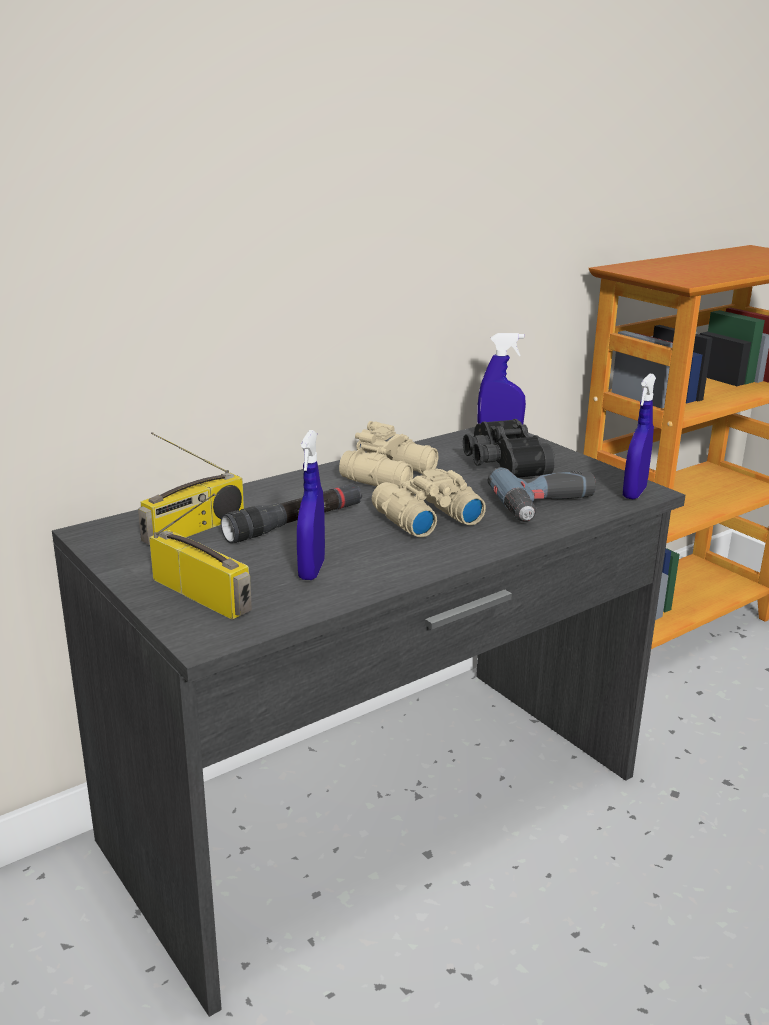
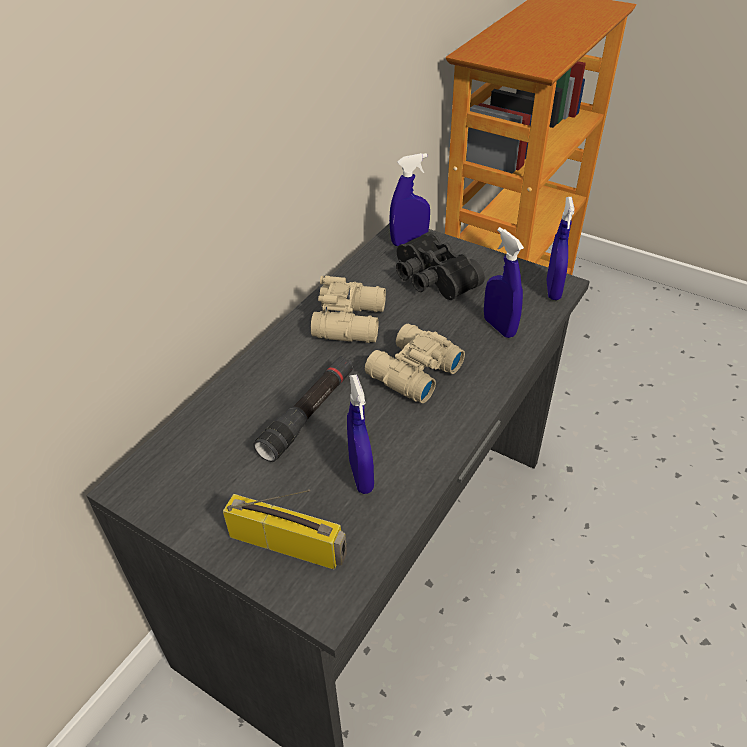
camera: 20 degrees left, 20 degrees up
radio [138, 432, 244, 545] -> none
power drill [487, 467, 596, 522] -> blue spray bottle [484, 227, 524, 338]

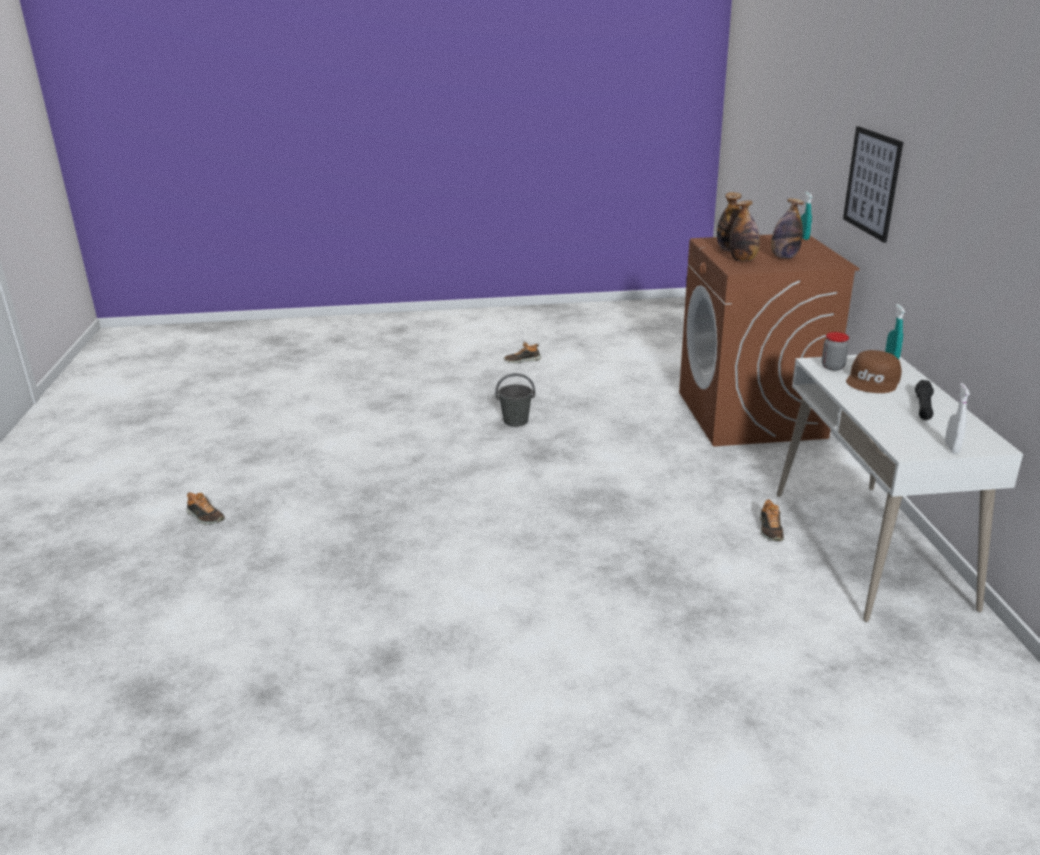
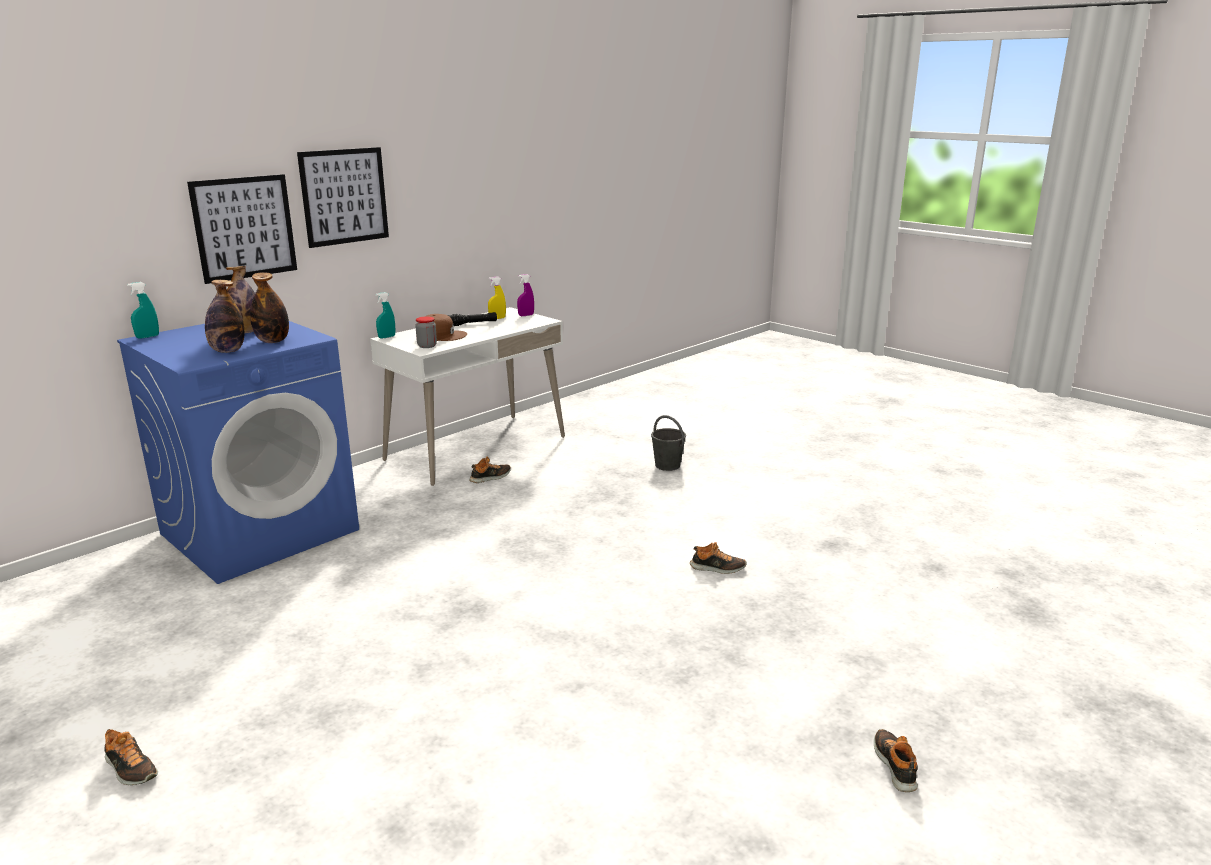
camera: 130 degrees left, 5 degrees down
none -> picture [297, 147, 389, 248]
none -> yellow spray bottle [488, 277, 506, 319]
none -> shoe [690, 542, 747, 574]
grey bucket [495, 373, 535, 427] -> grey bucket [651, 415, 686, 471], moved
brown washing machine [679, 234, 860, 446] -> blue washing machine [117, 321, 359, 584]
white spray bottle [945, 383, 970, 453] -> purple spray bottle [517, 274, 534, 316]

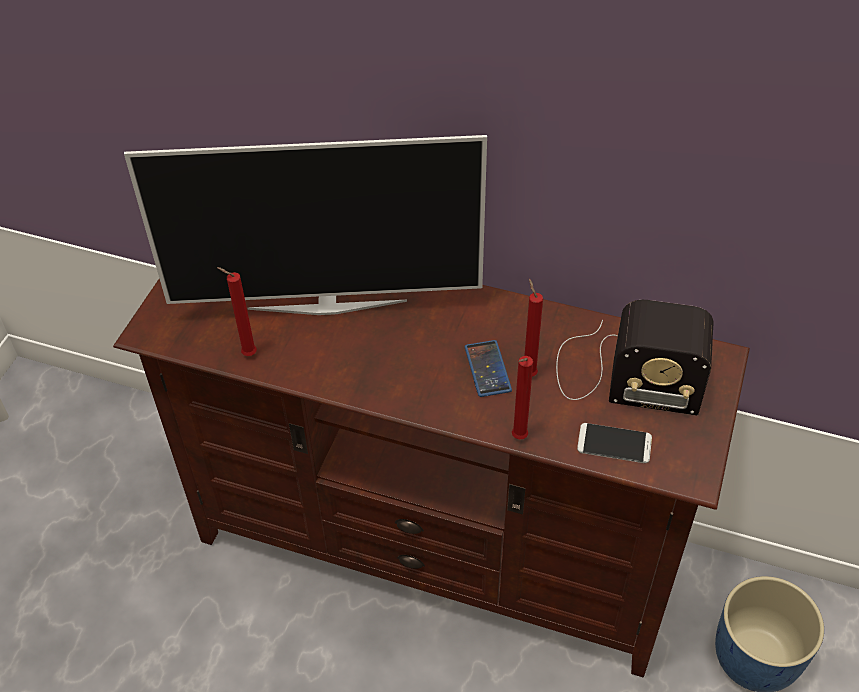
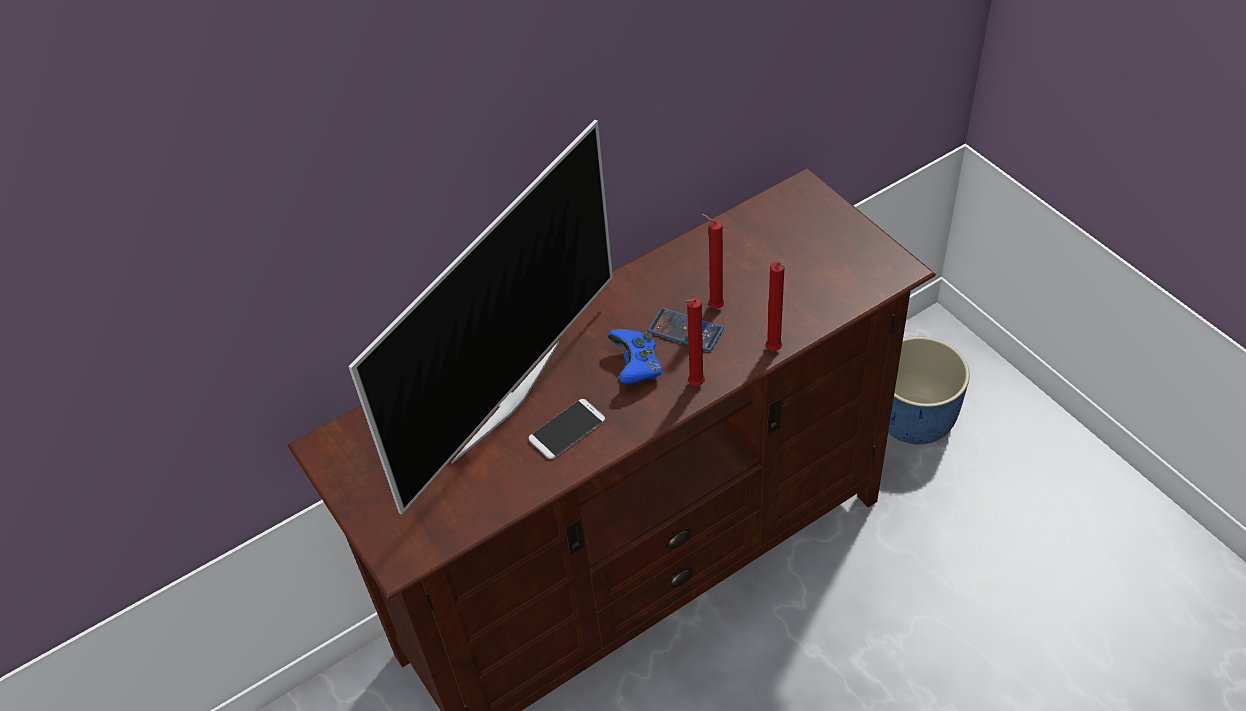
camera: 50 degrees left, 0 degrees up
radio [556, 300, 714, 415] -> none
none -> blue game controller [607, 329, 663, 384]
red candle [217, 267, 257, 356] -> red candle [685, 297, 705, 386], moved
phone [577, 423, 652, 463] -> phone [529, 399, 605, 459], moved

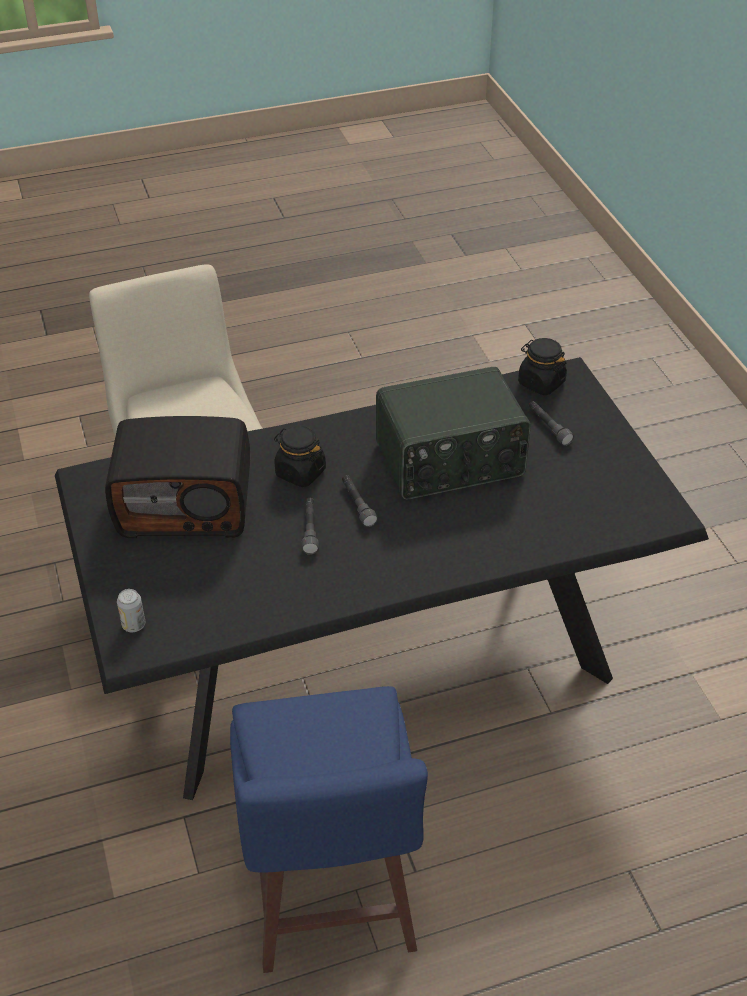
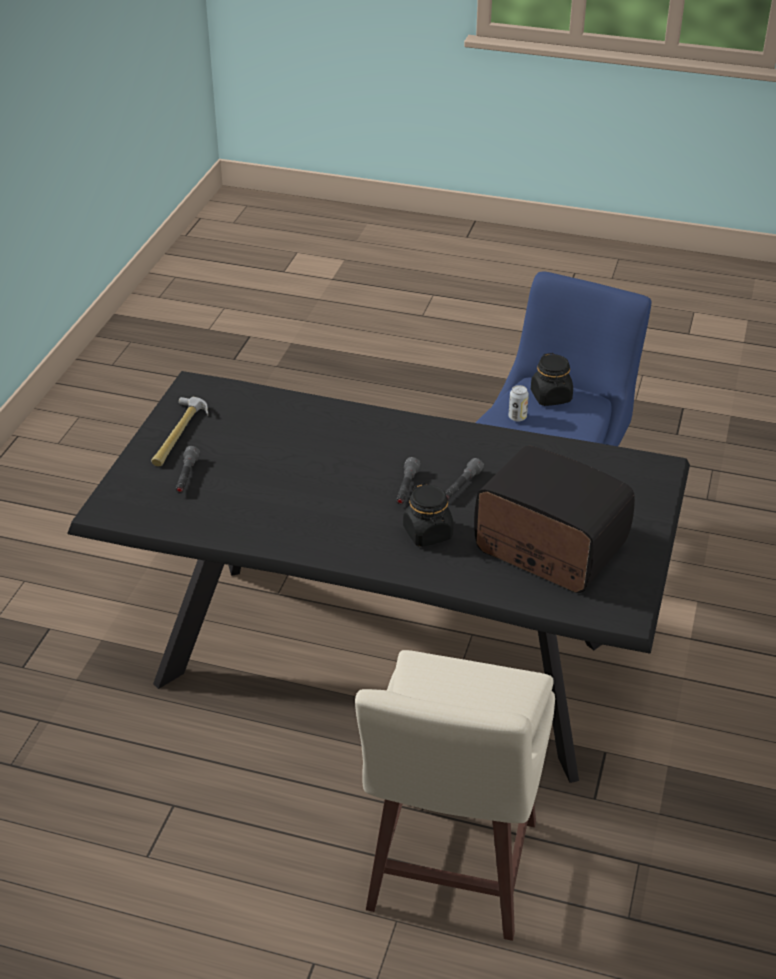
camera: 145 degrees left, 5 degrees down
radio [376, 367, 531, 499] -> none
none -> hammer [151, 397, 208, 466]
can [117, 589, 145, 632] -> can [509, 385, 529, 422], moved
black jar [518, 338, 567, 395] -> black jar [531, 353, 573, 406], moved

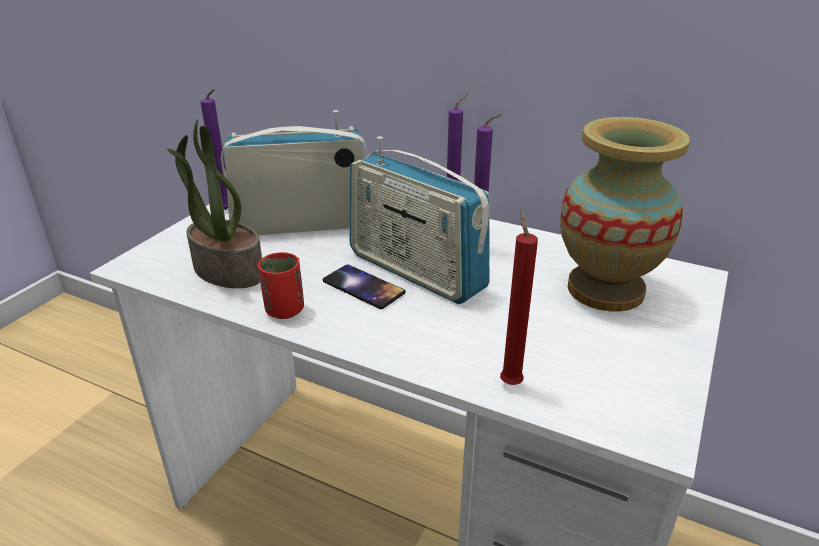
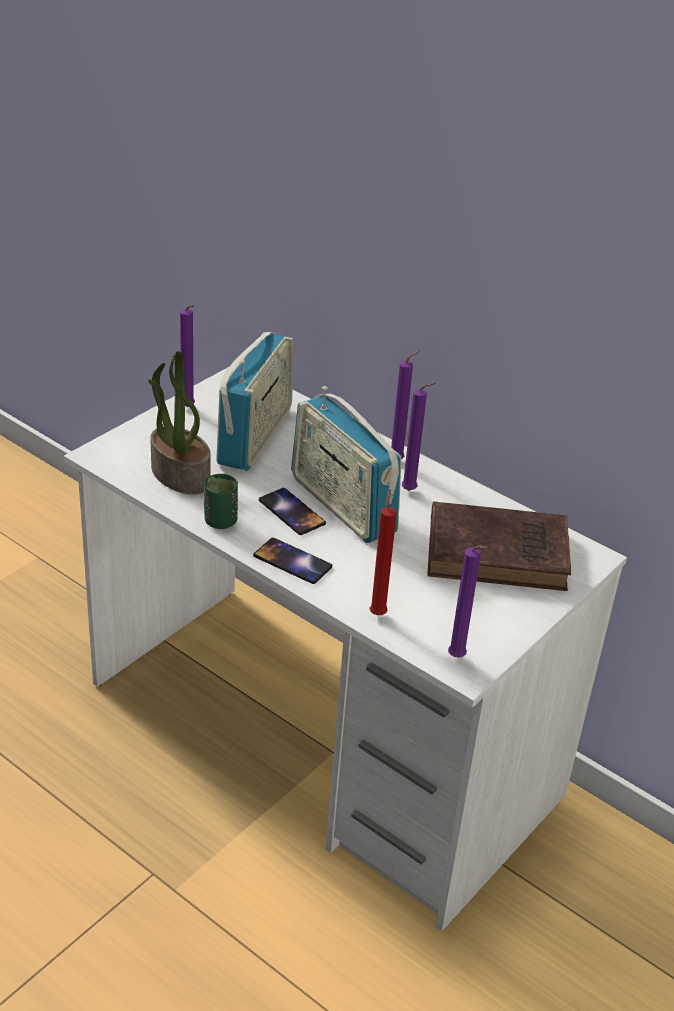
camera: 10 degrees right, 5 degrees up
none -> phone [253, 538, 333, 584]
none -> purple candle [448, 545, 488, 657]
vase [560, 117, 690, 312] -> brown book [427, 501, 571, 591]
red cup [258, 252, 304, 319] -> green cup [204, 474, 238, 529]
radio [220, 110, 367, 235] -> radio [216, 332, 293, 471], 105 degrees clockwise

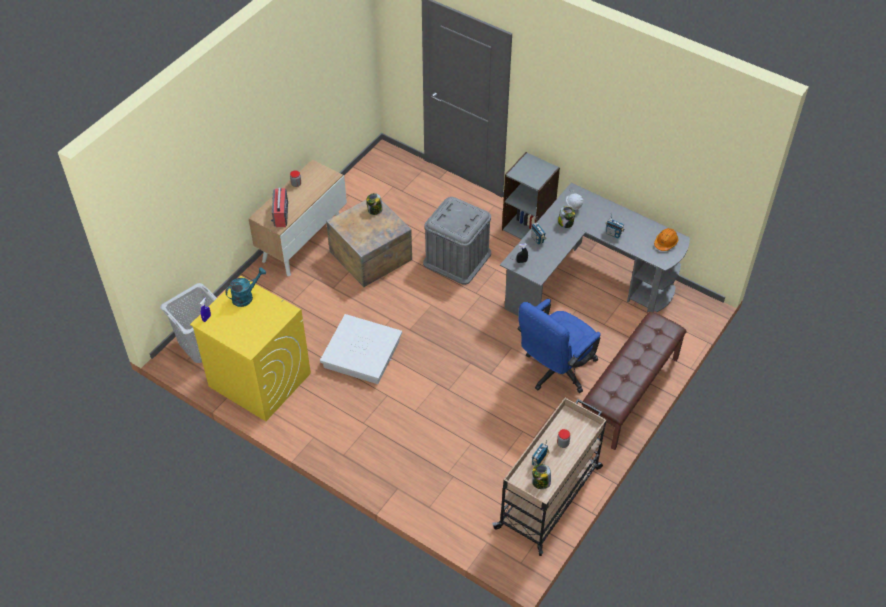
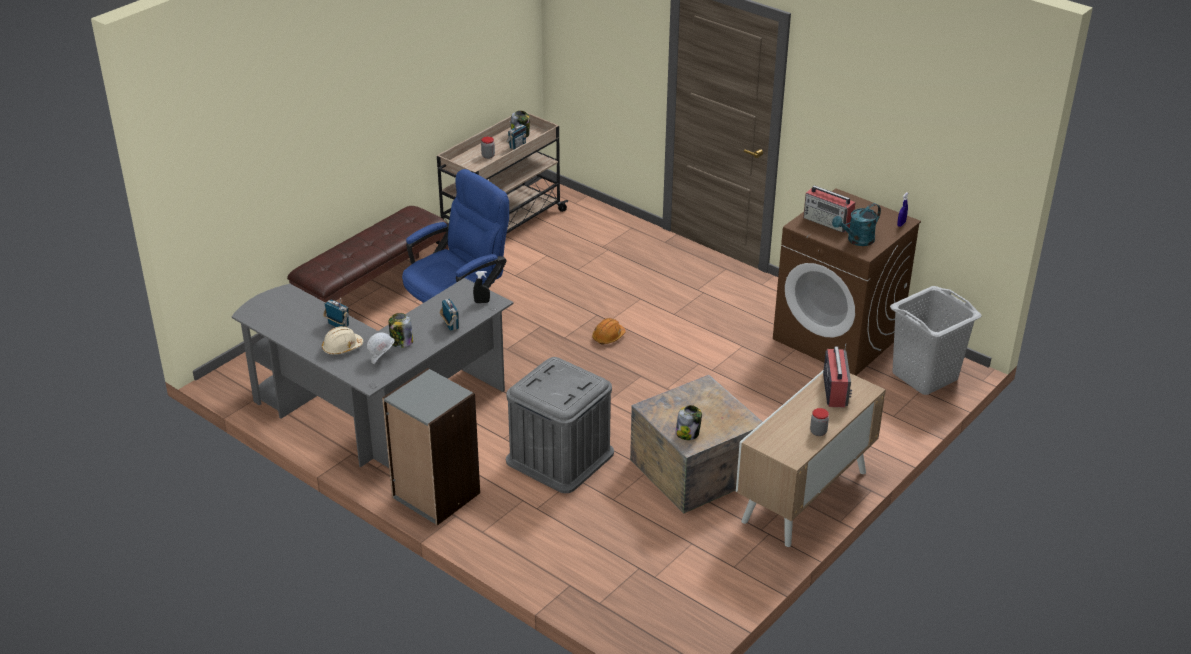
camera: 175 degrees left, 15 degrees down
white storage box [320, 314, 402, 384] -> none
none -> beige hard hat [322, 326, 363, 355]
none -> radio [803, 185, 856, 233]
orange hard hat [654, 228, 678, 251] -> orange hard hat [592, 318, 626, 345], moved
yellow washing machine [190, 276, 311, 421] -> brown washing machine [773, 188, 921, 376]

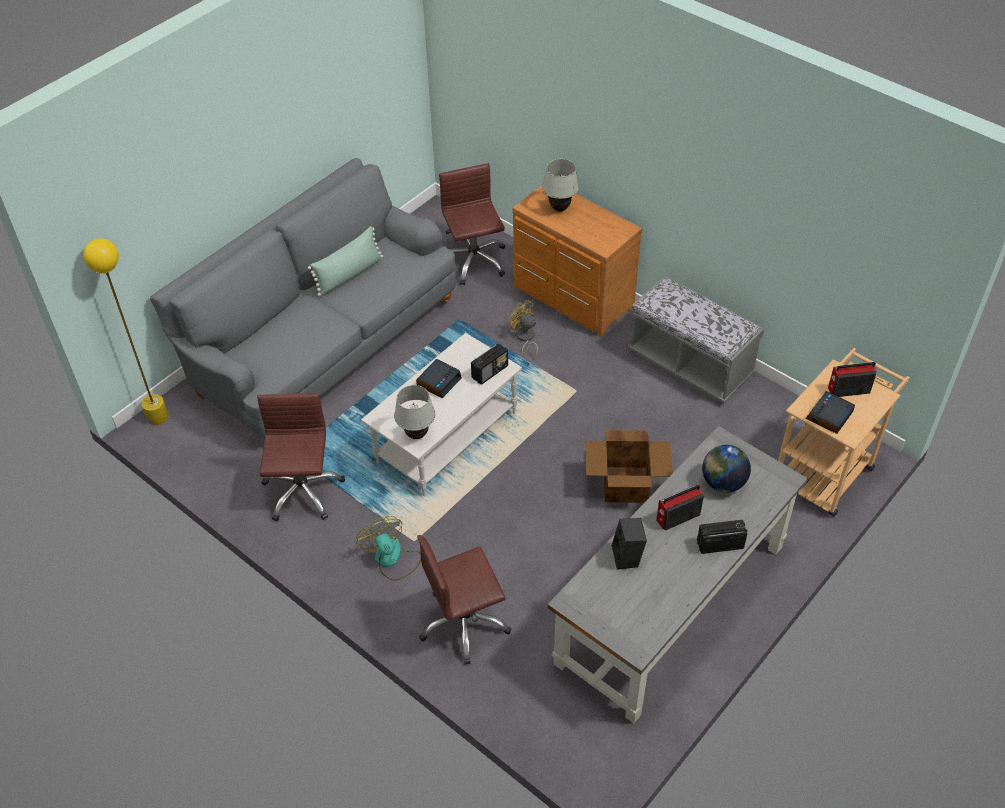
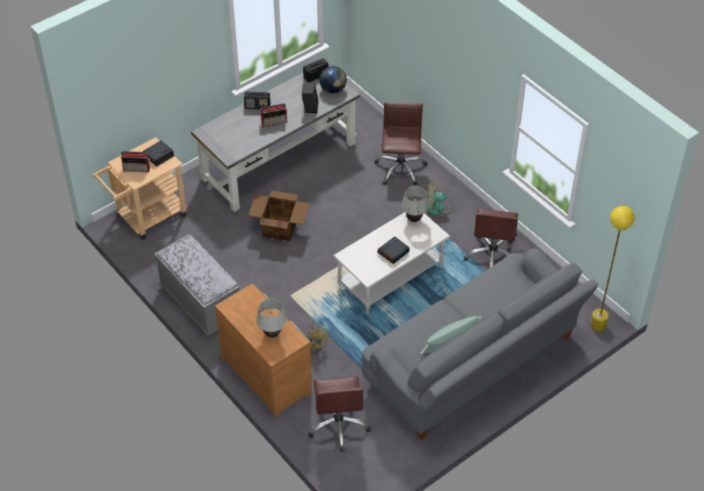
camera: 170 degrees left, 0 degrees up
radio [471, 344, 508, 385] -> radio [303, 58, 329, 83], moved
globe [702, 445, 751, 493] -> globe [319, 66, 347, 93], moved
fan [356, 516, 421, 581] -> fan [426, 181, 454, 215], 105 degrees clockwise
brown office chair [417, 535, 511, 664] -> brown office chair [375, 102, 428, 186], 75 degrees counterclockwise

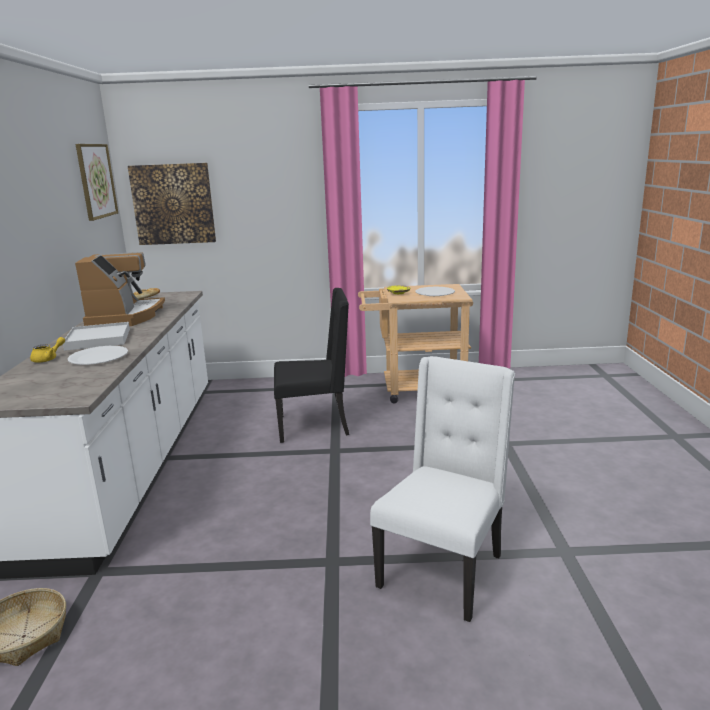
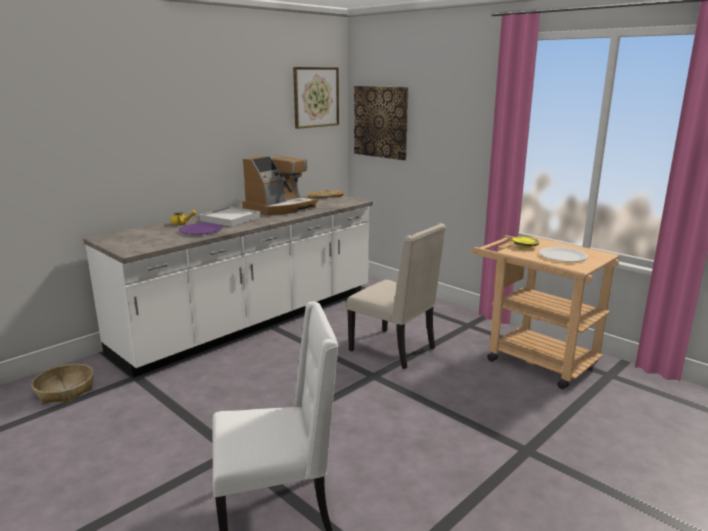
camera: 45 degrees right, 0 degrees up
white plate [68, 346, 128, 365] -> purple plate [179, 223, 223, 235]
black chair [274, 288, 349, 443] -> beige chair [347, 223, 446, 369]

